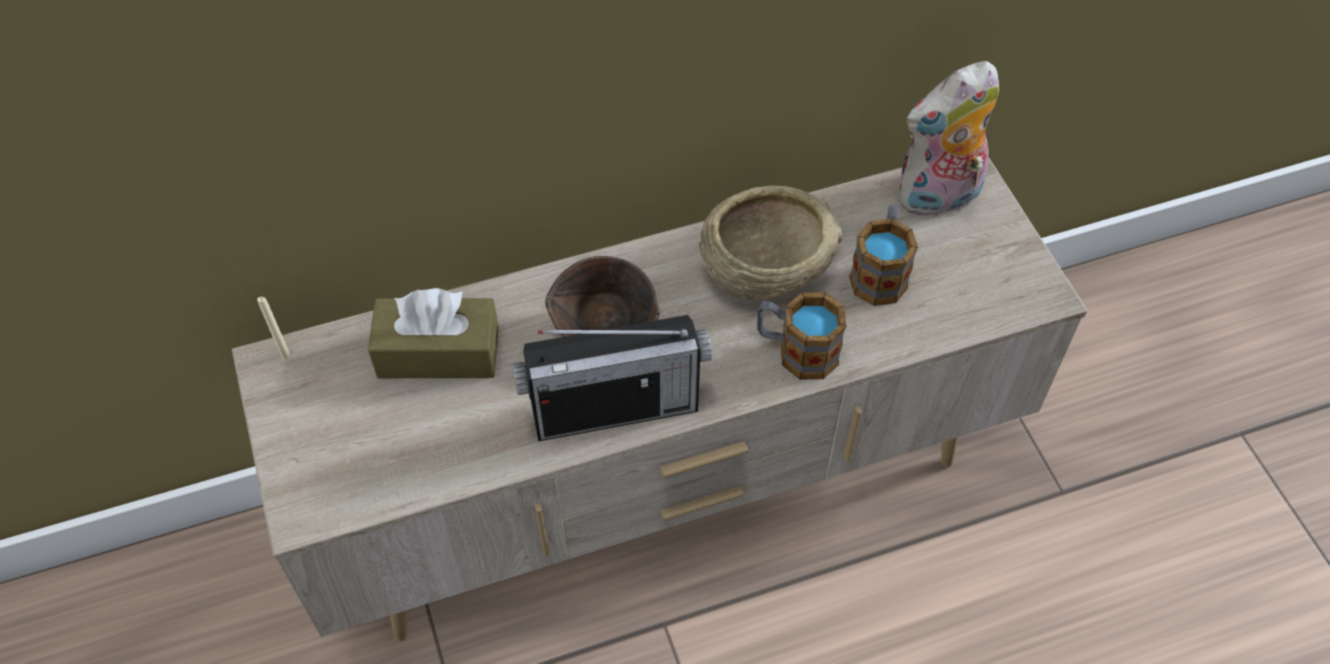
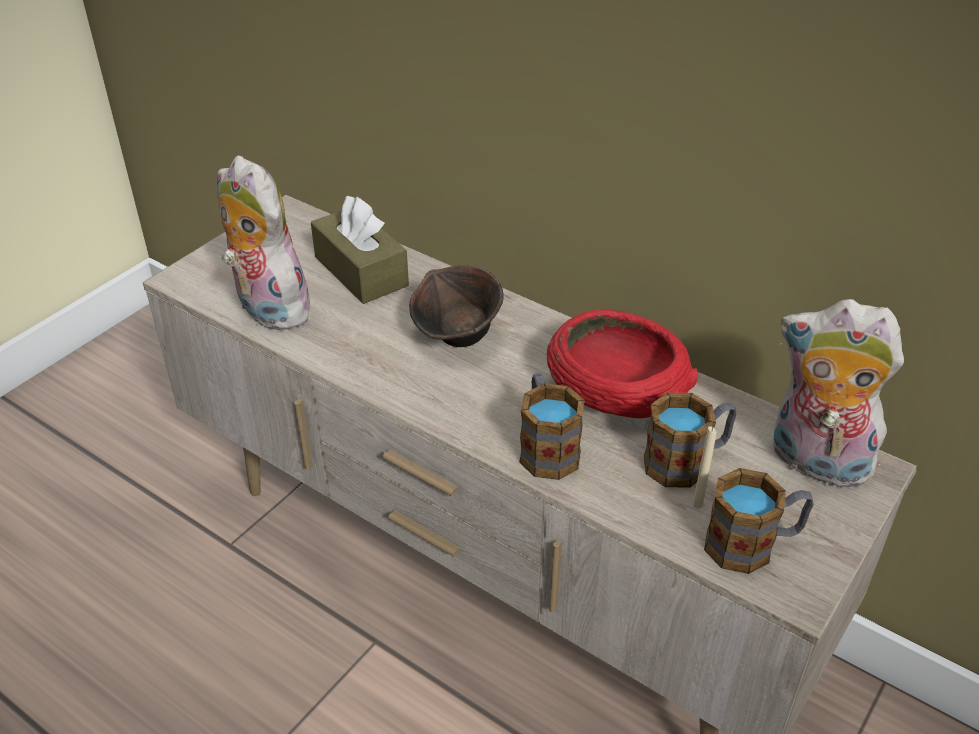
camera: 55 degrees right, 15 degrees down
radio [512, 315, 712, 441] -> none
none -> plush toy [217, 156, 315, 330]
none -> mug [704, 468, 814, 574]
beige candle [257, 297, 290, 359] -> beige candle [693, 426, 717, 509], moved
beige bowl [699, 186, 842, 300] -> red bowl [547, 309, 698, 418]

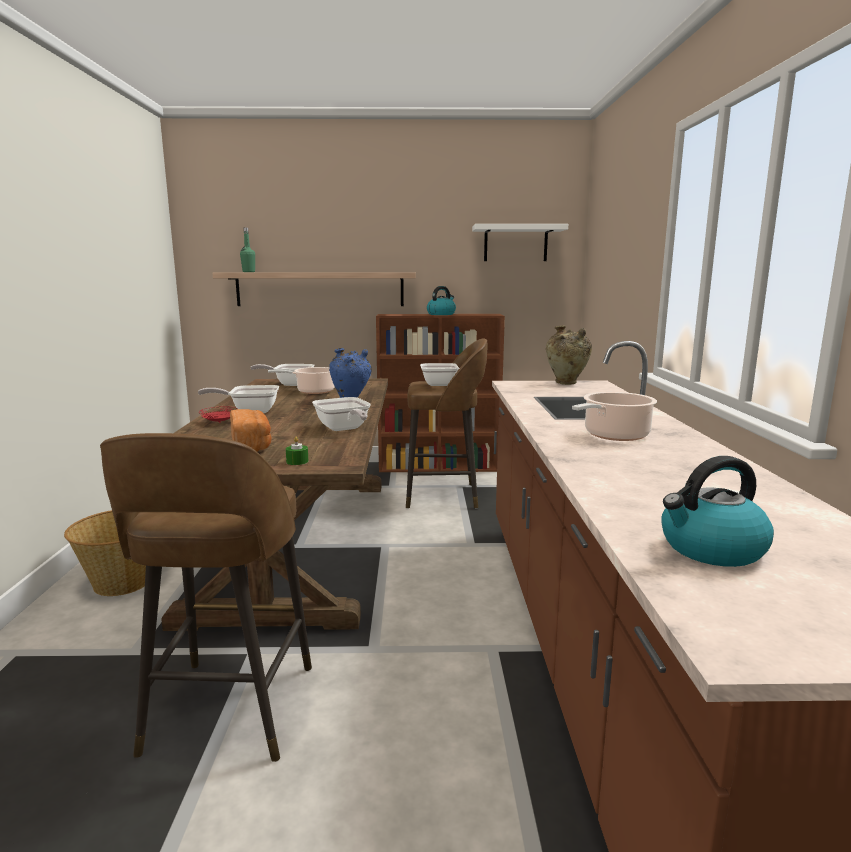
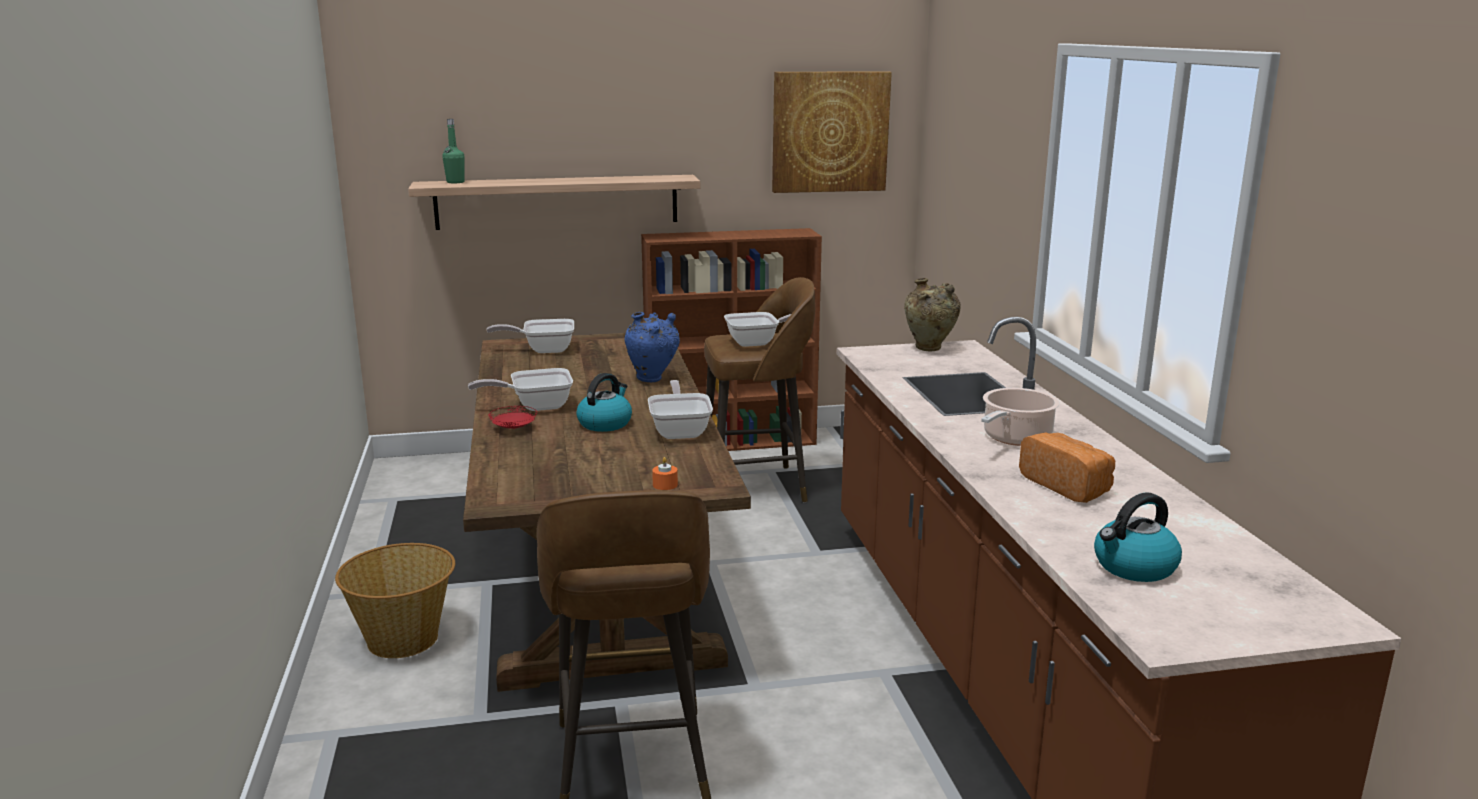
camera: 10 degrees left, 5 degrees up
cooking pot [268, 367, 335, 394] -> none
bread [230, 409, 272, 452] -> bread [1019, 433, 1115, 503], moved
kettle [427, 286, 456, 315] -> kettle [577, 373, 632, 432], moved
white shelf [472, 224, 568, 261] -> picture [772, 72, 892, 193]
green candle [286, 437, 308, 465] -> orange candle [652, 457, 678, 490]
frying pan [312, 397, 371, 431] -> frying pan [648, 380, 713, 439], 150 degrees counterclockwise

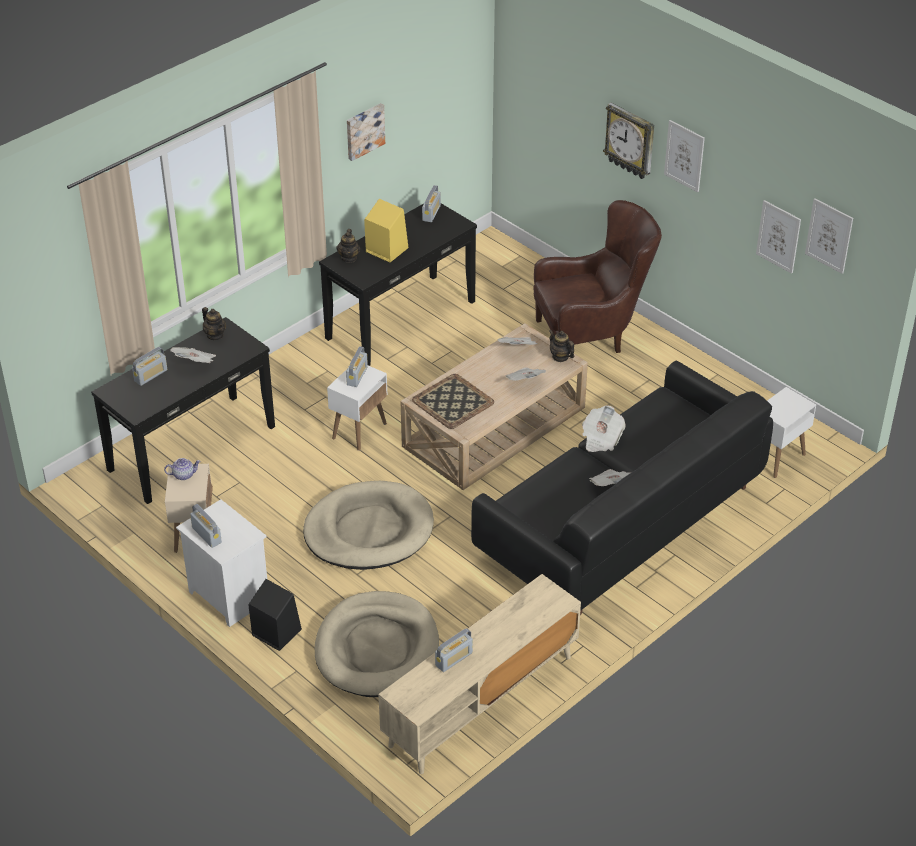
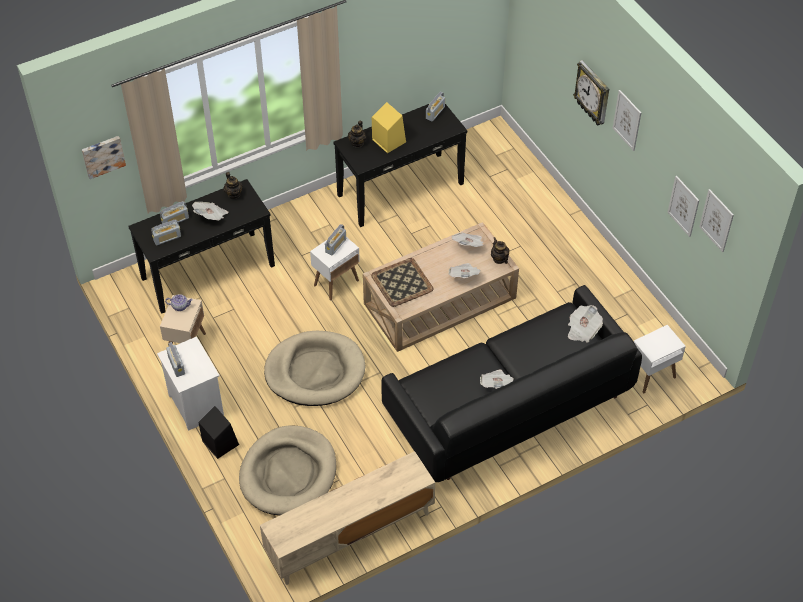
camera: 15 degrees right, 10 degrees up
brown armchair [533, 200, 662, 353] -> none
picture [347, 103, 385, 161] -> picture [82, 136, 126, 179], moved
radio [435, 628, 473, 672] -> radio [151, 220, 181, 246], moved
newspaper [582, 405, 625, 452] -> newspaper [568, 305, 603, 343], moved

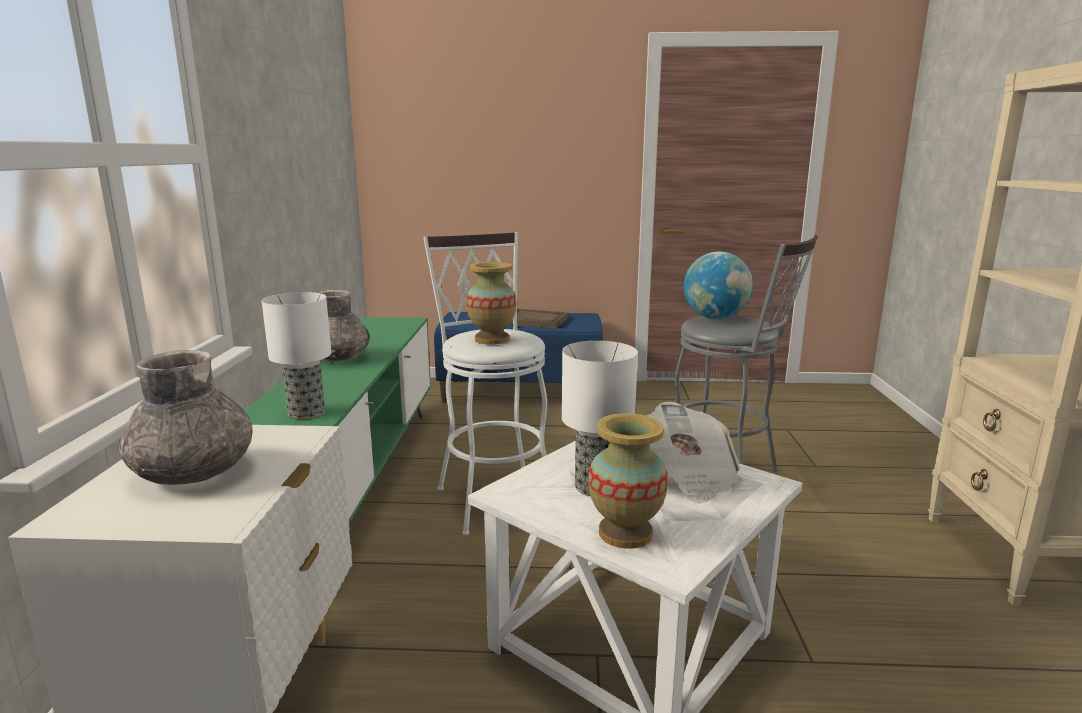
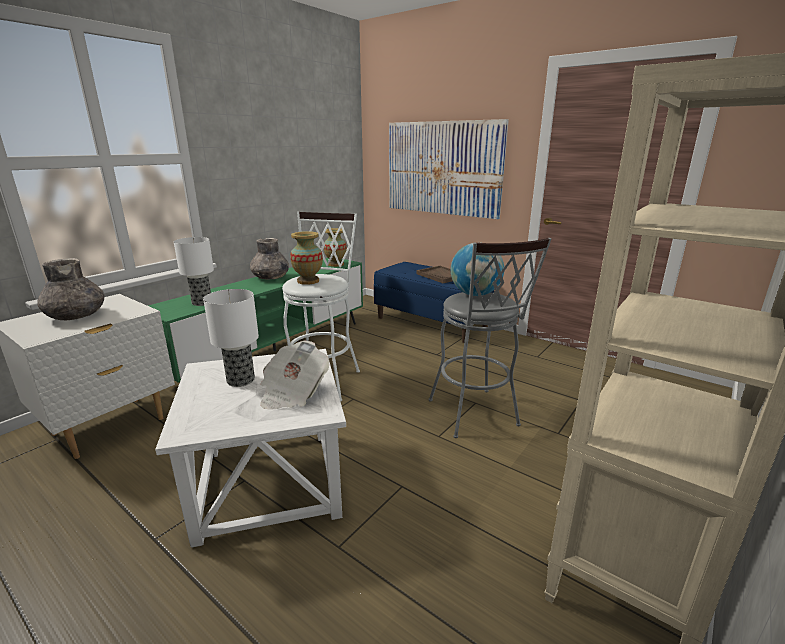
camera: 35 degrees right, 5 degrees up
none -> picture [389, 119, 509, 219]
vase [588, 413, 668, 549] -> vase [324, 228, 347, 267], moved

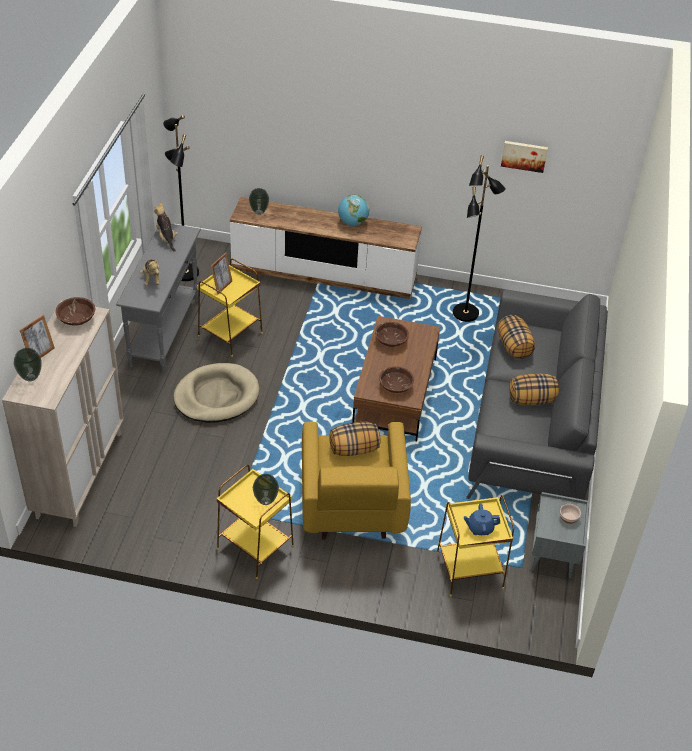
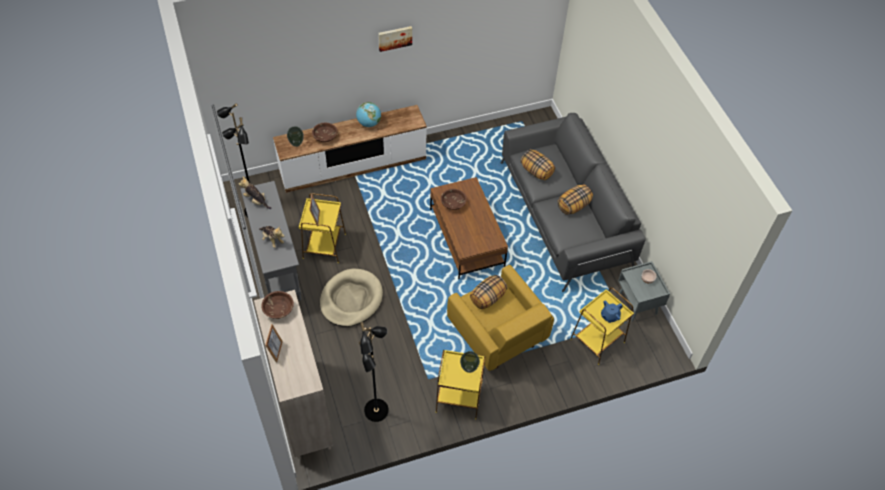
camera: 30 degrees left, 10 degrees up
vase [14, 348, 42, 381] -> none
brown bowl [379, 366, 414, 393] -> brown bowl [312, 122, 337, 142], moved
black floor lamp [453, 155, 506, 322] -> black floor lamp [358, 322, 389, 422], moved
picture [501, 141, 548, 173] -> picture [378, 26, 412, 52], moved

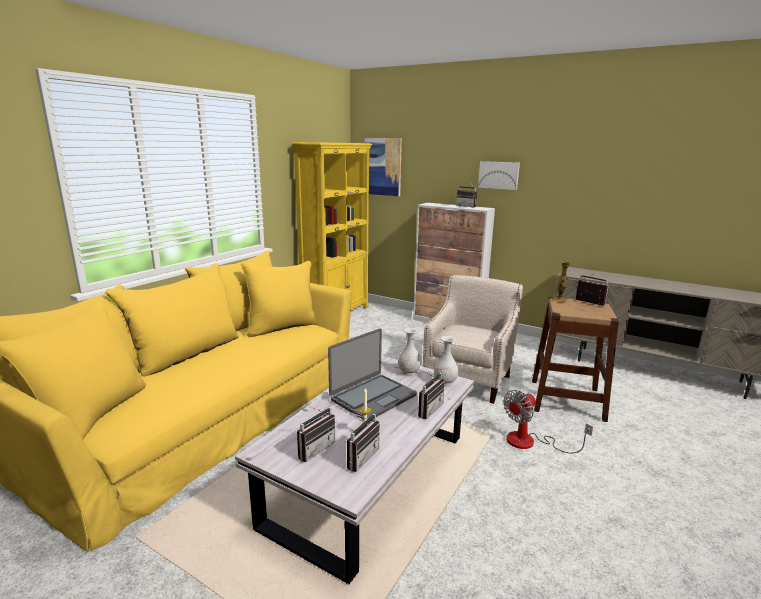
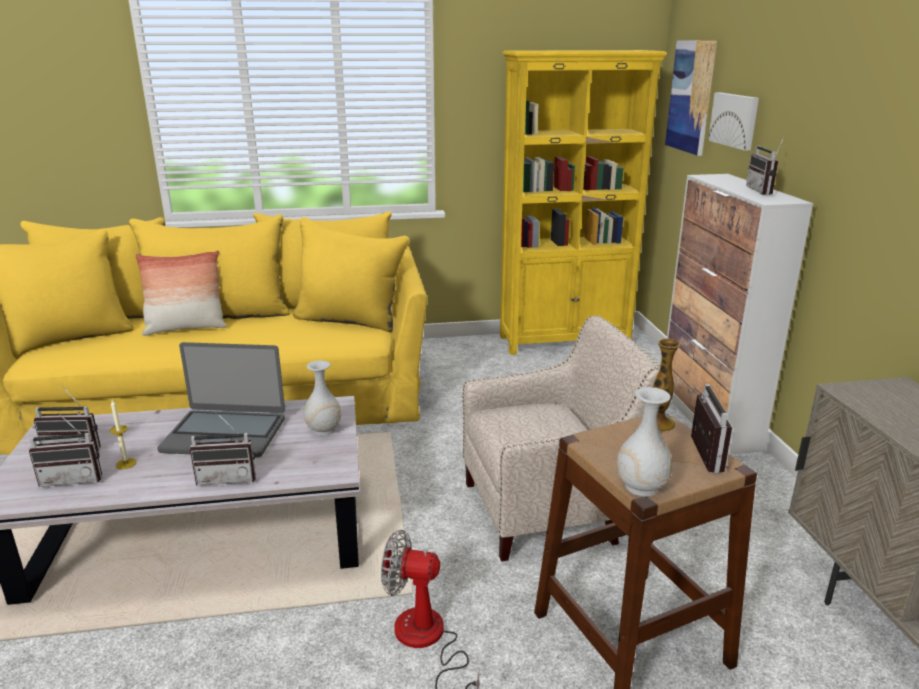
camera: 50 degrees right, 5 degrees up
none -> pillow [135, 250, 227, 336]
white vase [434, 336, 458, 386] -> white vase [617, 387, 672, 497], moved
picture [478, 161, 520, 190] -> picture [708, 92, 759, 151], moved

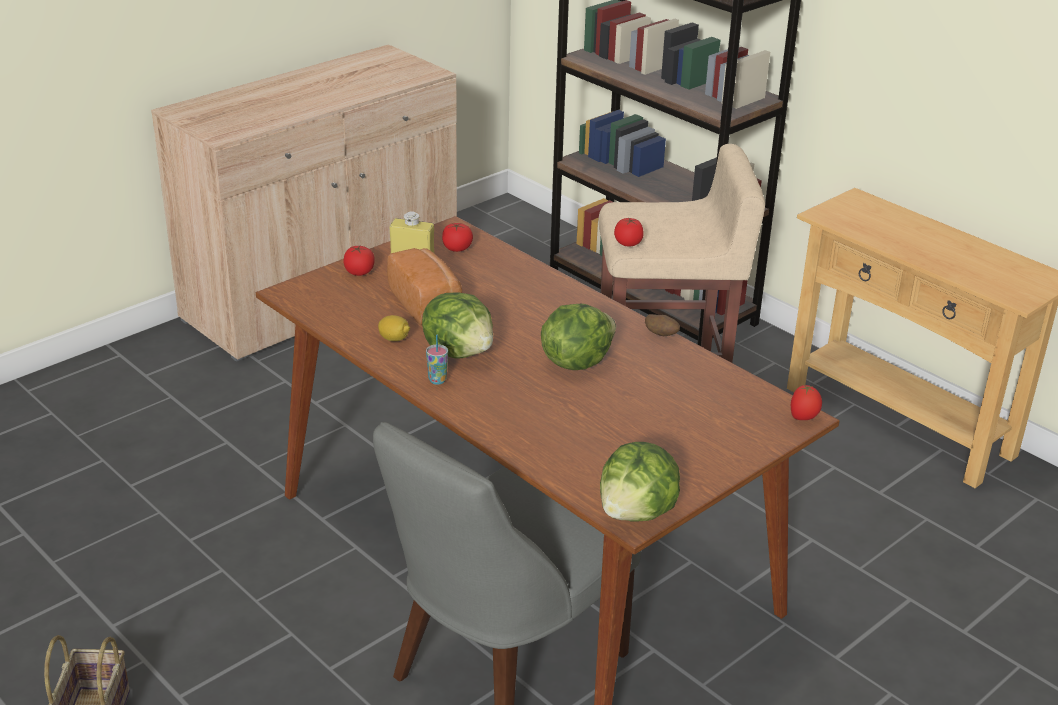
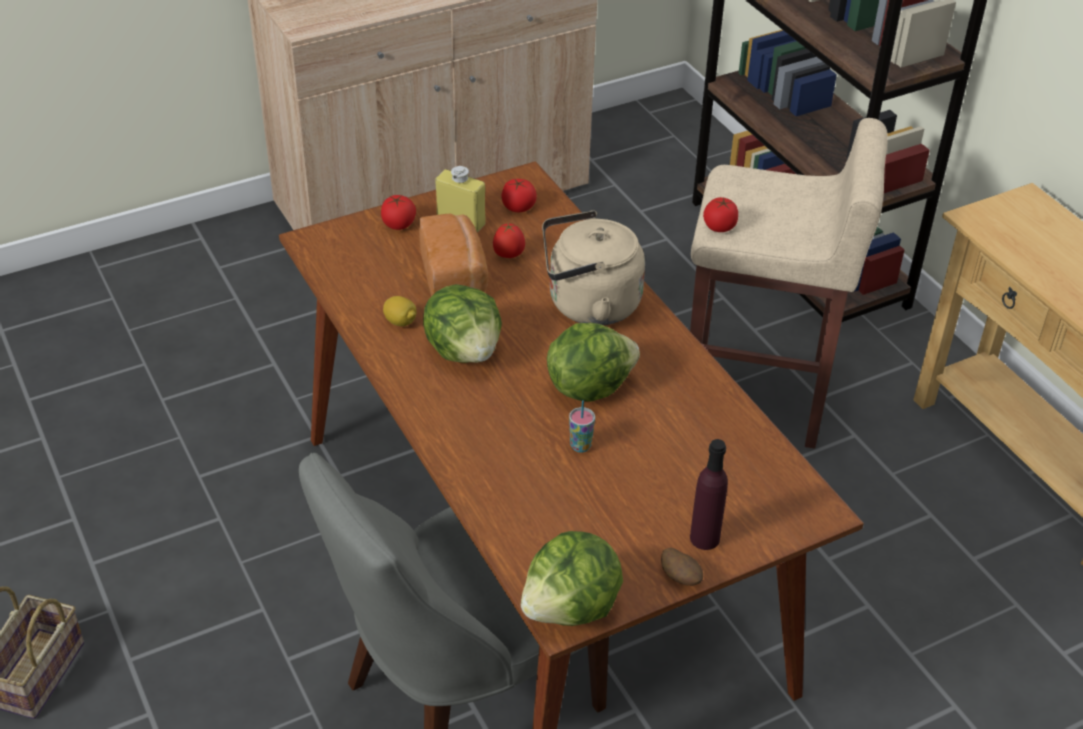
camera: 15 degrees right, 10 degrees up
none -> beige kettle [542, 210, 645, 325]
none -> purple bottle [690, 439, 728, 550]
cup [426, 334, 448, 385] -> cup [569, 400, 595, 453], moved
potato [645, 314, 680, 336] -> potato [661, 548, 703, 586], moved
tomato [791, 385, 822, 420] -> tomato [493, 223, 525, 258], moved

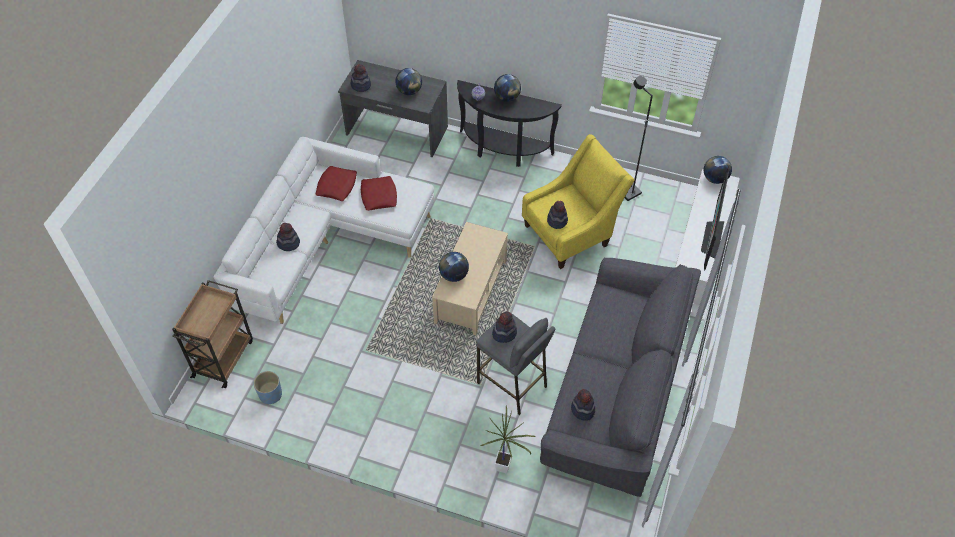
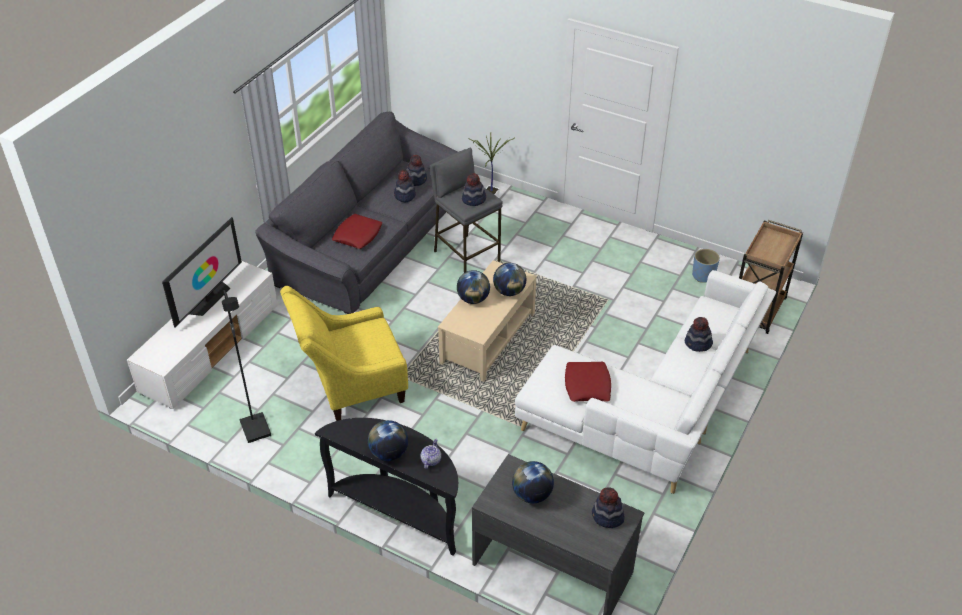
camera: 170 degrees left, 10 degrees down
red pillow [316, 166, 357, 201] -> red pillow [332, 214, 382, 249], moved
hat [547, 201, 568, 229] -> hat [394, 169, 416, 202], moved
globe [704, 156, 732, 184] -> globe [457, 270, 490, 304], moved

